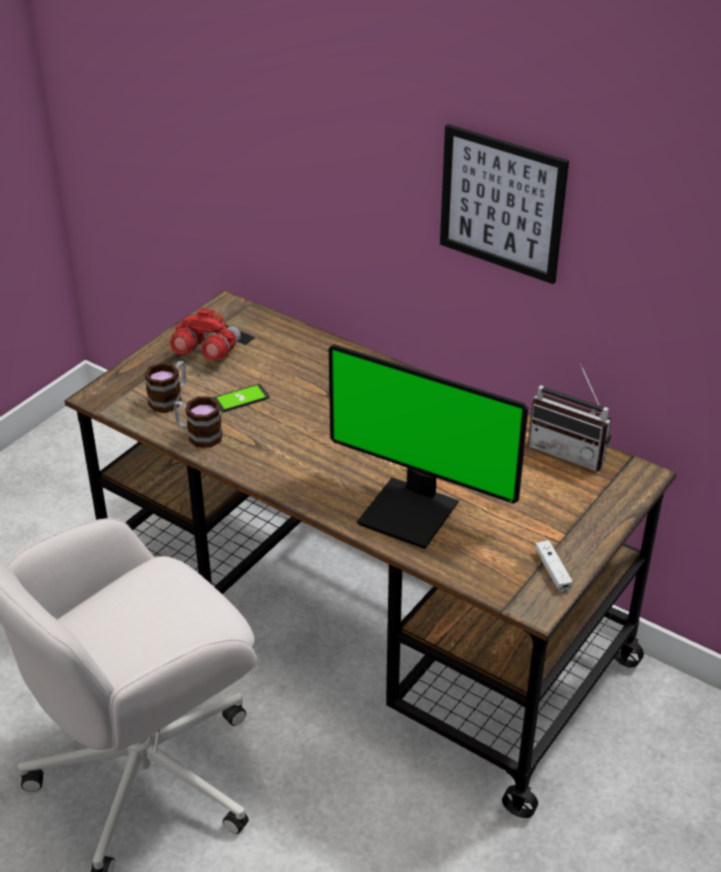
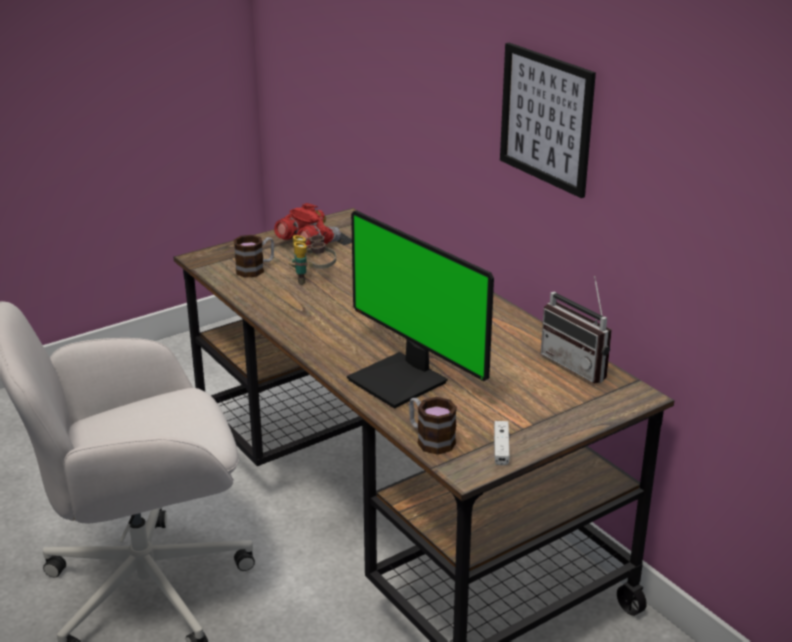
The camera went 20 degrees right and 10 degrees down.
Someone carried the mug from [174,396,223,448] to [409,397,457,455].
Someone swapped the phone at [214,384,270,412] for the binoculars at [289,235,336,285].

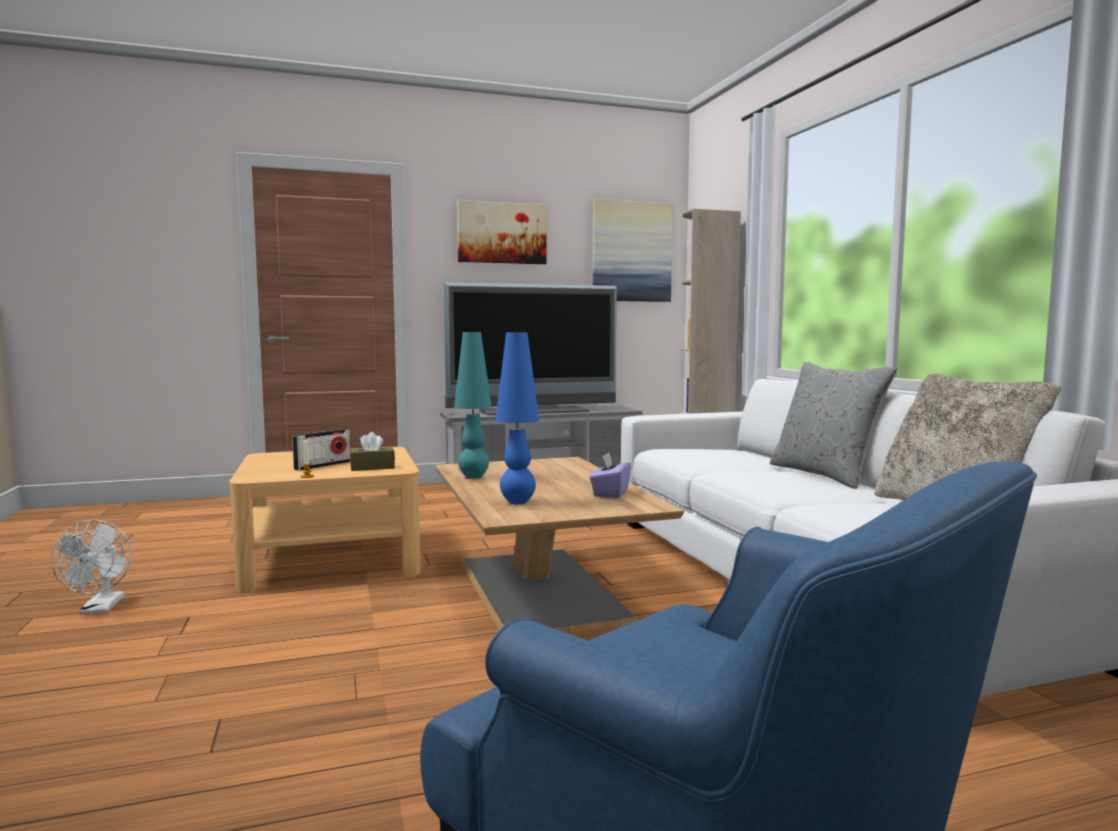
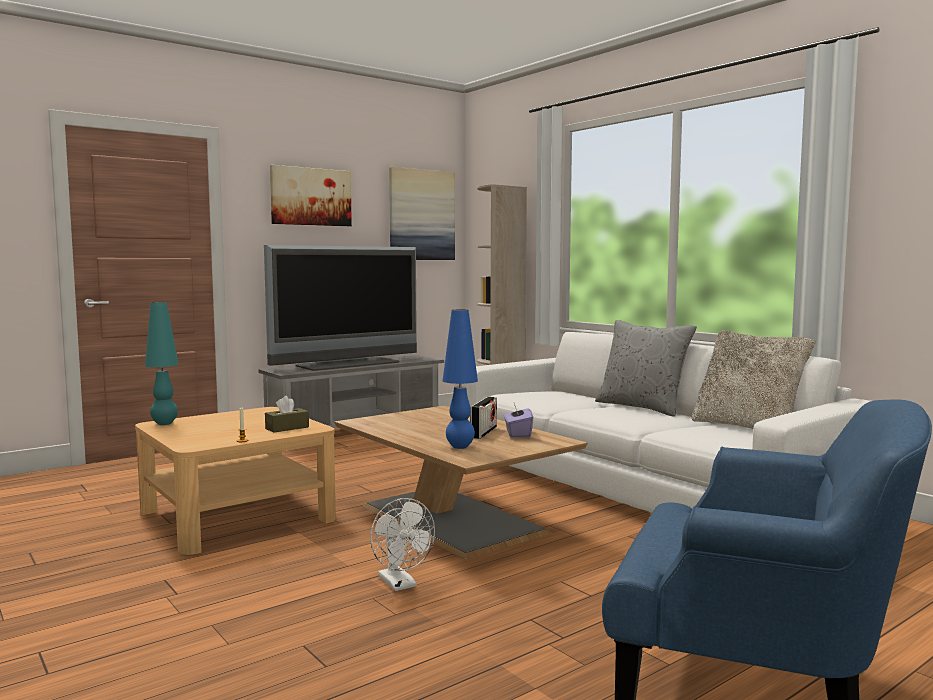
The camera went 20 degrees left and 0 degrees up.
Someone carried the fan (white) from [51,520,132,614] to [370,498,435,591].
Someone carried the radio from [292,429,350,471] to [470,397,497,439].
Someone carried the table lamp (turquoise) from [454,332,492,479] to [145,302,179,425].

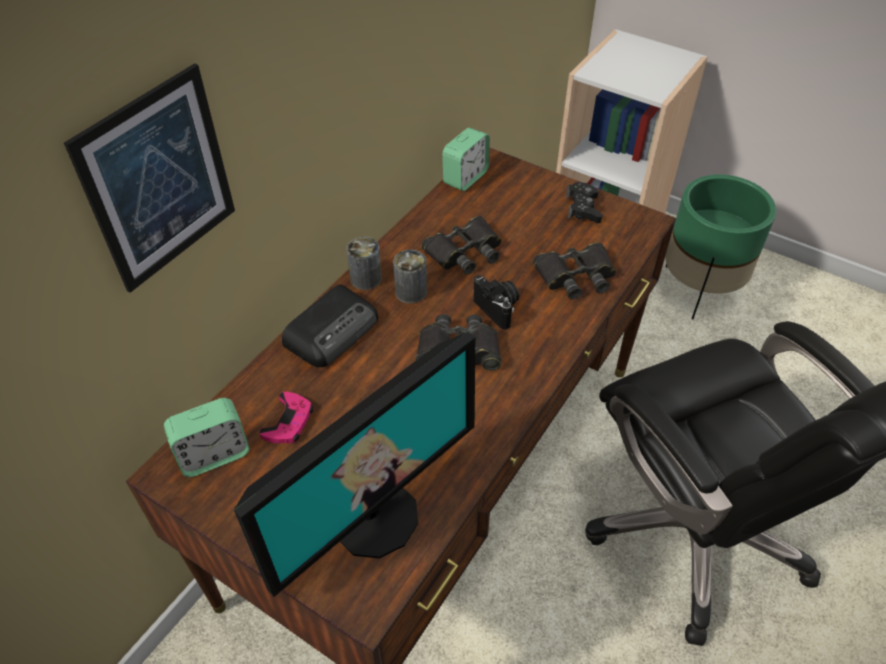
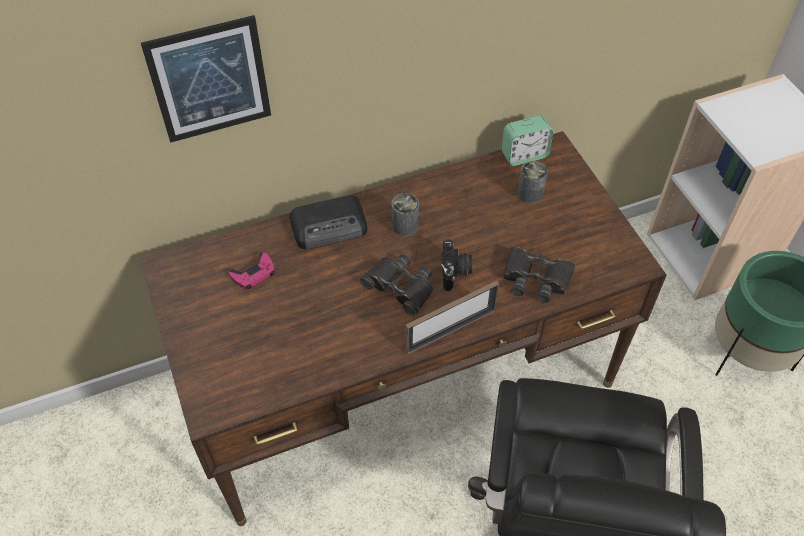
The camera went 35 degrees right and 5 degrees up.
Someone took away the alarm clock at [164,398,250,477].
Someone took away the monitor at [234,332,475,597].
Someone took away the binoculars (black) at [421,216,502,275].
Someone took away the game controller (black) at [566,182,602,223].
Someone put down the picture frame at [405,281,499,354].
Someone carried the can from [347,237,382,290] to [517,161,548,204].

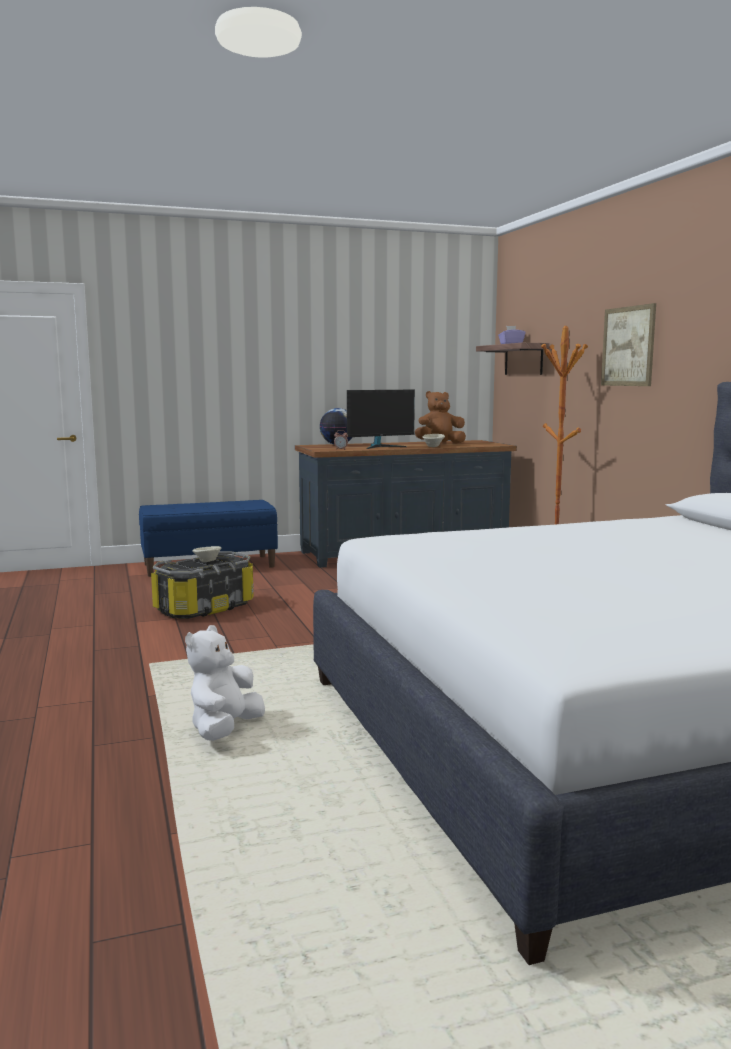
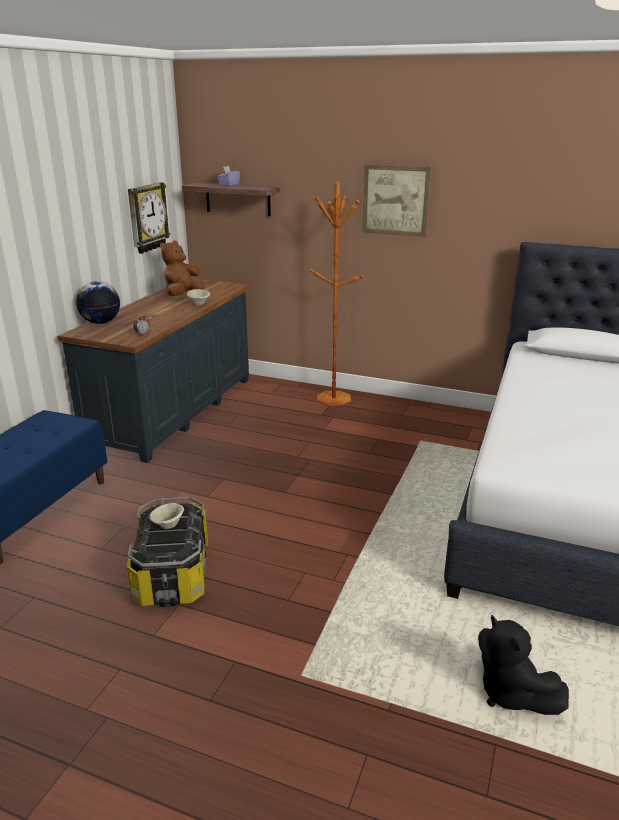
The camera went 50 degrees left and 15 degrees up.
Someone took away the monitor at [347,390,415,449].
Someone put up the wall clock at [128,182,170,254].
Someone repainted the plush toy (white) at [185,625,265,741], which became the plush toy (black) at [478,615,569,715].

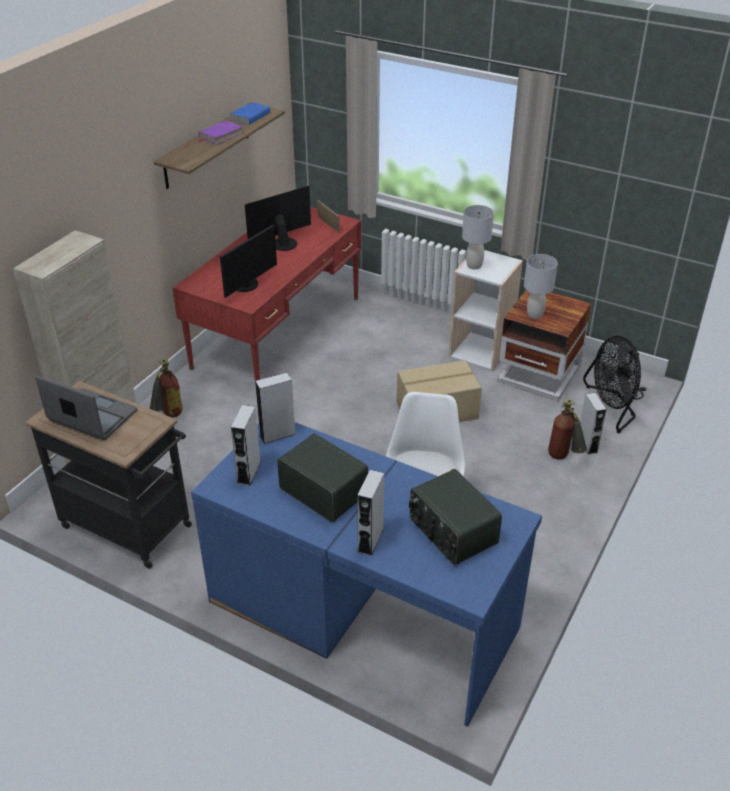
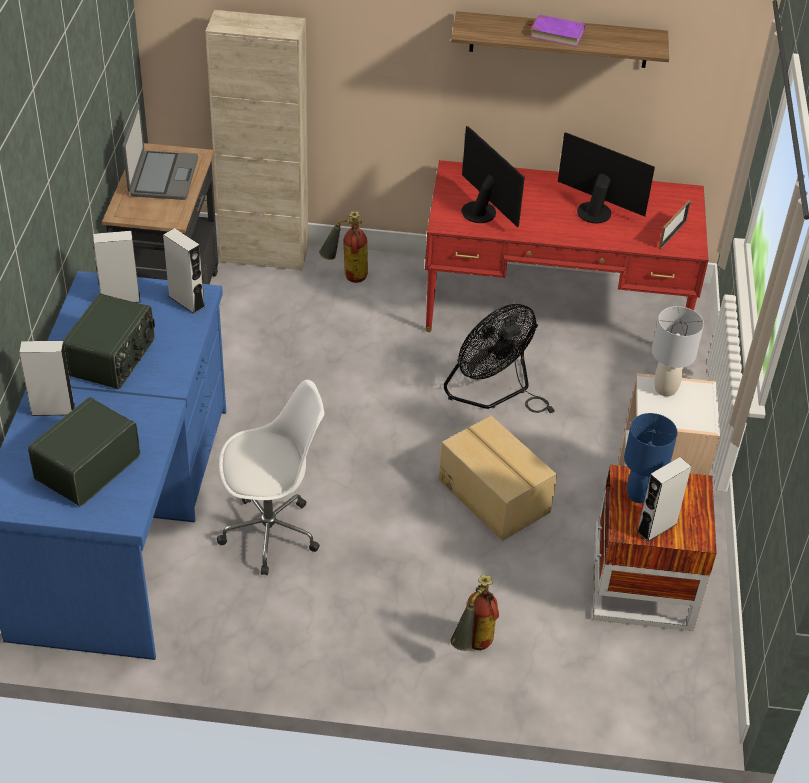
The camera went 65 degrees right and 5 degrees up.
Someone took away the book (blue) at [230,102,270,125].
Someone carried the speaker (grey) from [580,393,606,455] to [636,457,691,542].
Someone carried the fan (black) from [583,336,647,434] to [444,304,554,413].
Someone repainted the table lamp (grey) at [524,254,558,319], which became the table lamp (blue) at [624,413,678,503].
Someone rotated the monitor at [220,224,277,298] by 135 degrees counterclockwise.

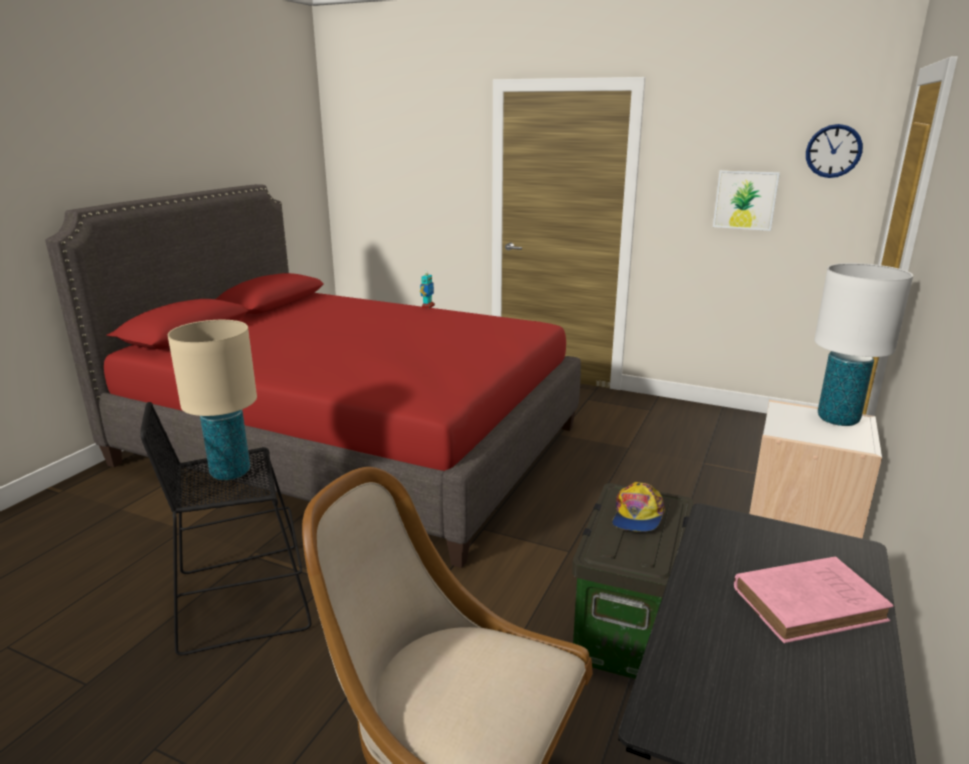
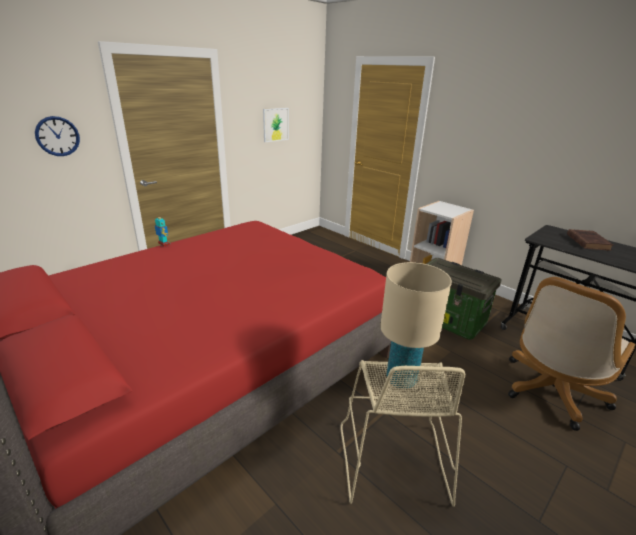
The camera went 70 degrees left and 5 degrees up.
Someone took away the cap at [612,482,665,532].
Someone took away the table lamp (white) at [814,263,913,426].
Someone carried the wall clock from [806,124,863,178] to [35,116,80,156].
Someone repainted the stool (black) at [140,402,311,655], which became the stool (beige) at [340,360,465,507].
Someone repainted the book (pink) at [734,557,894,643], which became the book (brown) at [567,229,613,251].

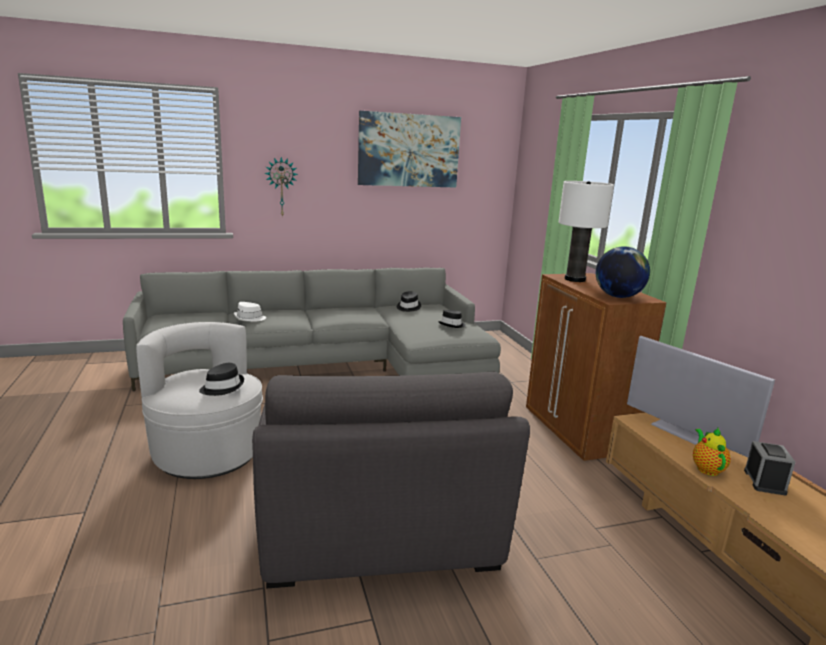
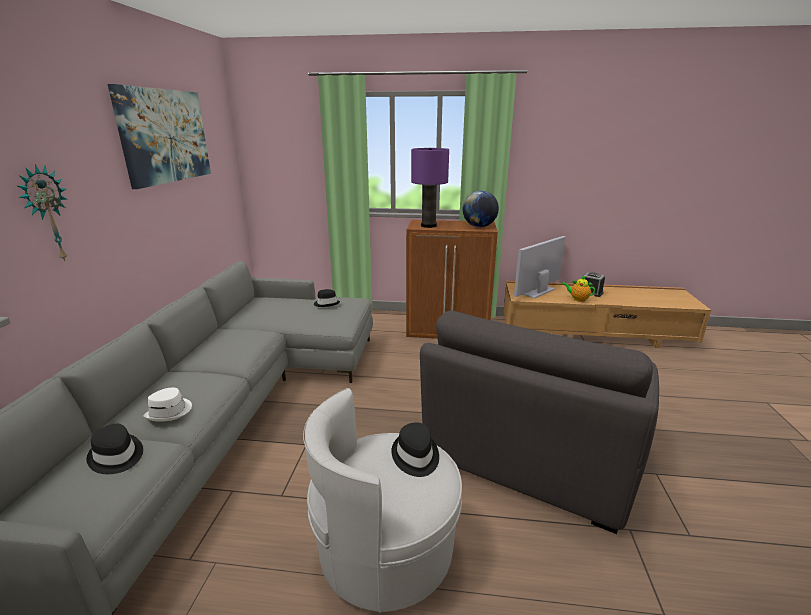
The camera went 65 degrees left and 5 degrees up.
Someone carried the hat (black) from [397,292,421,312] to [87,424,143,474].
Someone repainted the table lamp (white) at [559,181,614,282], which became the table lamp (purple) at [411,148,449,228].
Someone rotated the armchair (grey) at [252,372,530,589] by 105 degrees clockwise.
Someone rotated the television at [627,336,775,457] by 150 degrees clockwise.

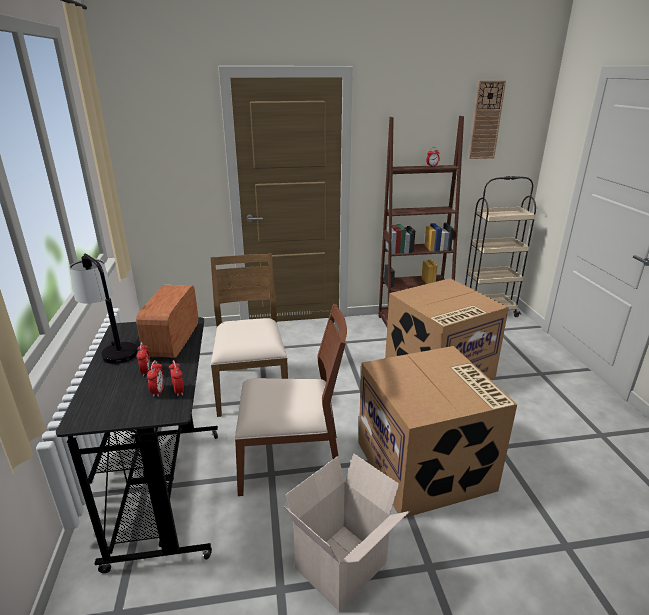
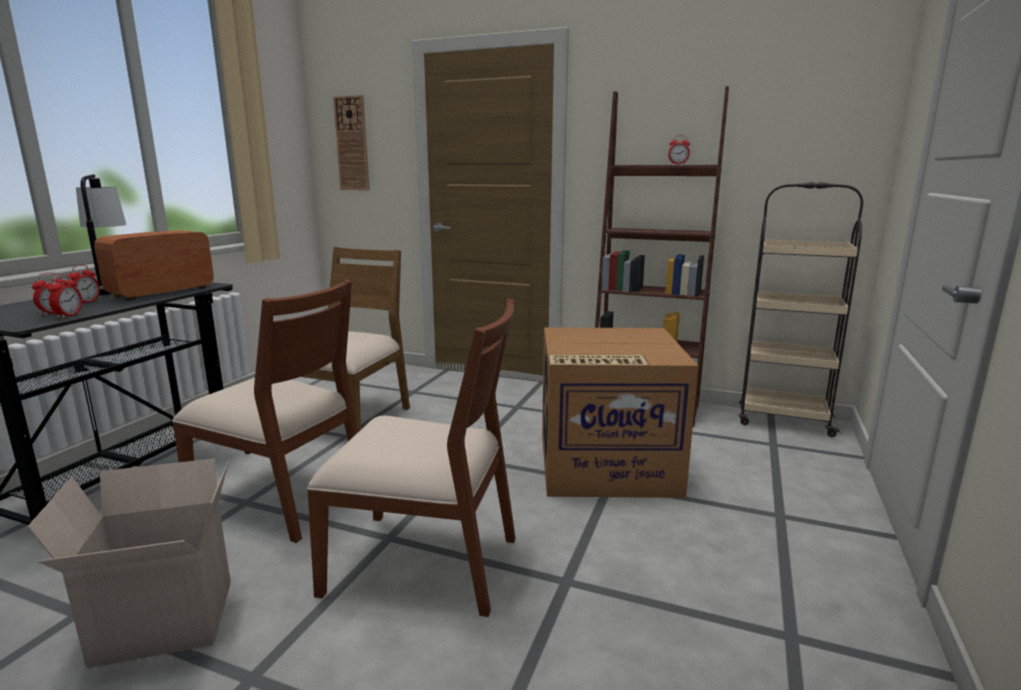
The camera went 30 degrees right and 10 degrees down.
Someone carried the wall clock from [469,81,506,159] to [333,95,369,190].
Someone swapped the cardboard box at [358,346,517,518] for the chair (brown) at [307,298,516,617].

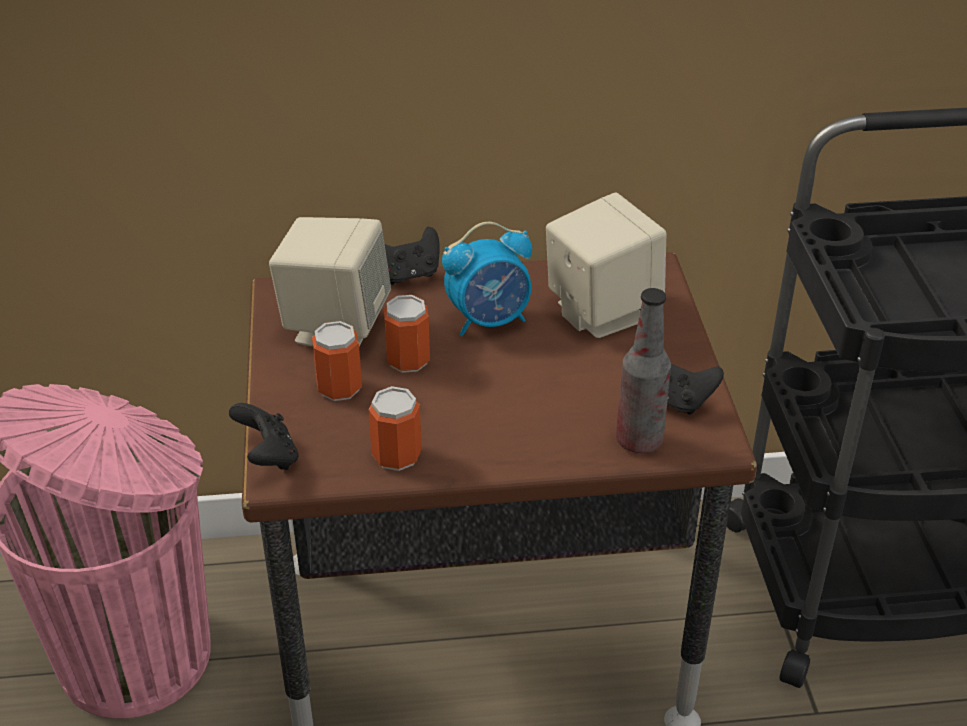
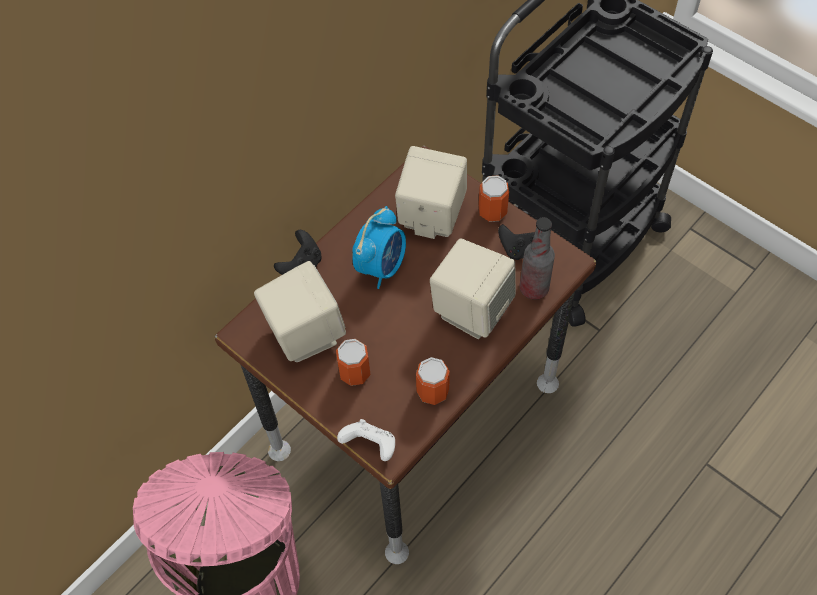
The camera went 40 degrees left and 20 degrees up.
Someone put down the speaker (beige) at [430,238,516,339].
Someone carried the can from [384,295,430,373] to [479,175,509,222].
Someone repainted the game controller (black) at [229,403,299,470], which became the game controller (white) at [337,419,395,461].

